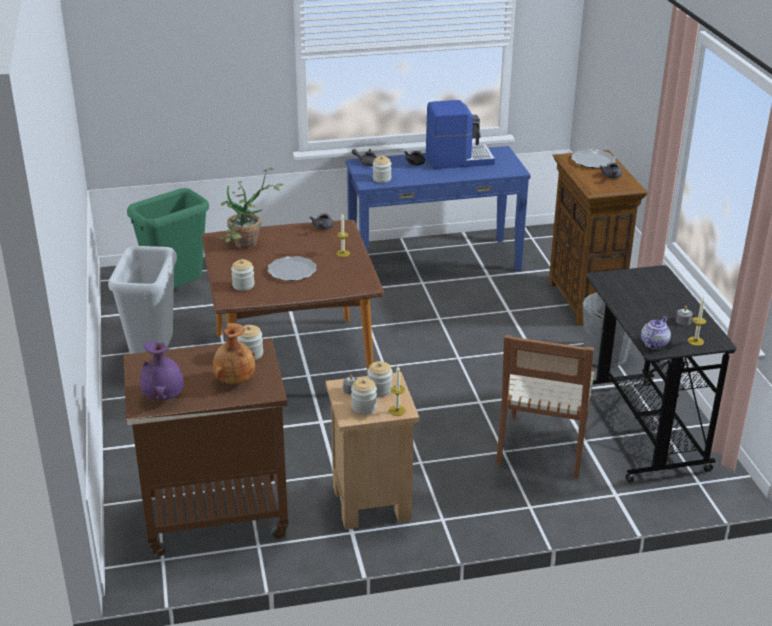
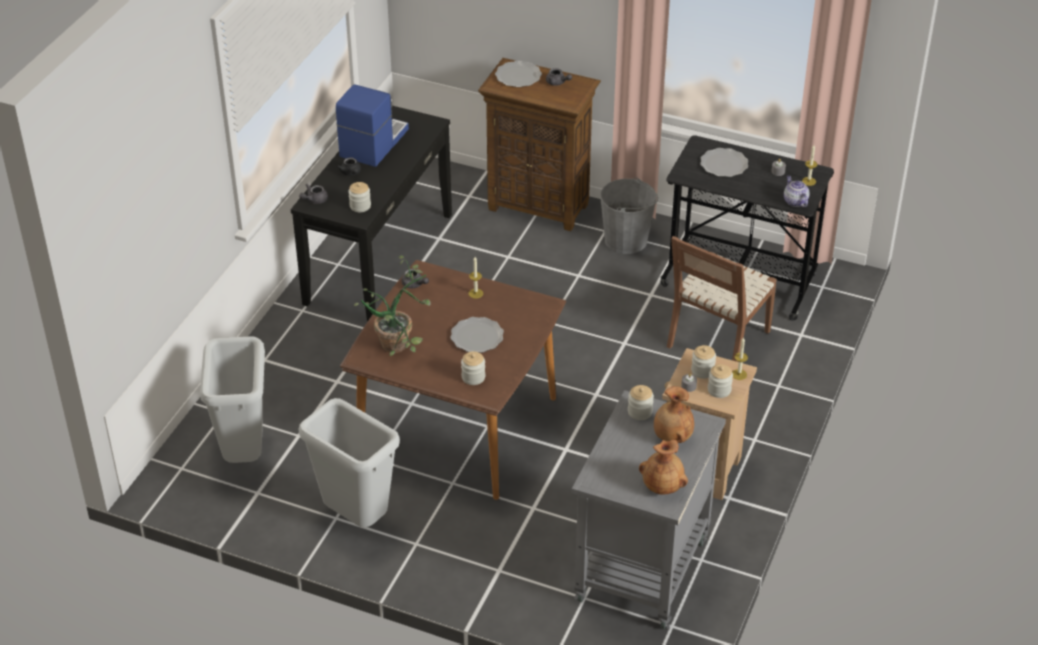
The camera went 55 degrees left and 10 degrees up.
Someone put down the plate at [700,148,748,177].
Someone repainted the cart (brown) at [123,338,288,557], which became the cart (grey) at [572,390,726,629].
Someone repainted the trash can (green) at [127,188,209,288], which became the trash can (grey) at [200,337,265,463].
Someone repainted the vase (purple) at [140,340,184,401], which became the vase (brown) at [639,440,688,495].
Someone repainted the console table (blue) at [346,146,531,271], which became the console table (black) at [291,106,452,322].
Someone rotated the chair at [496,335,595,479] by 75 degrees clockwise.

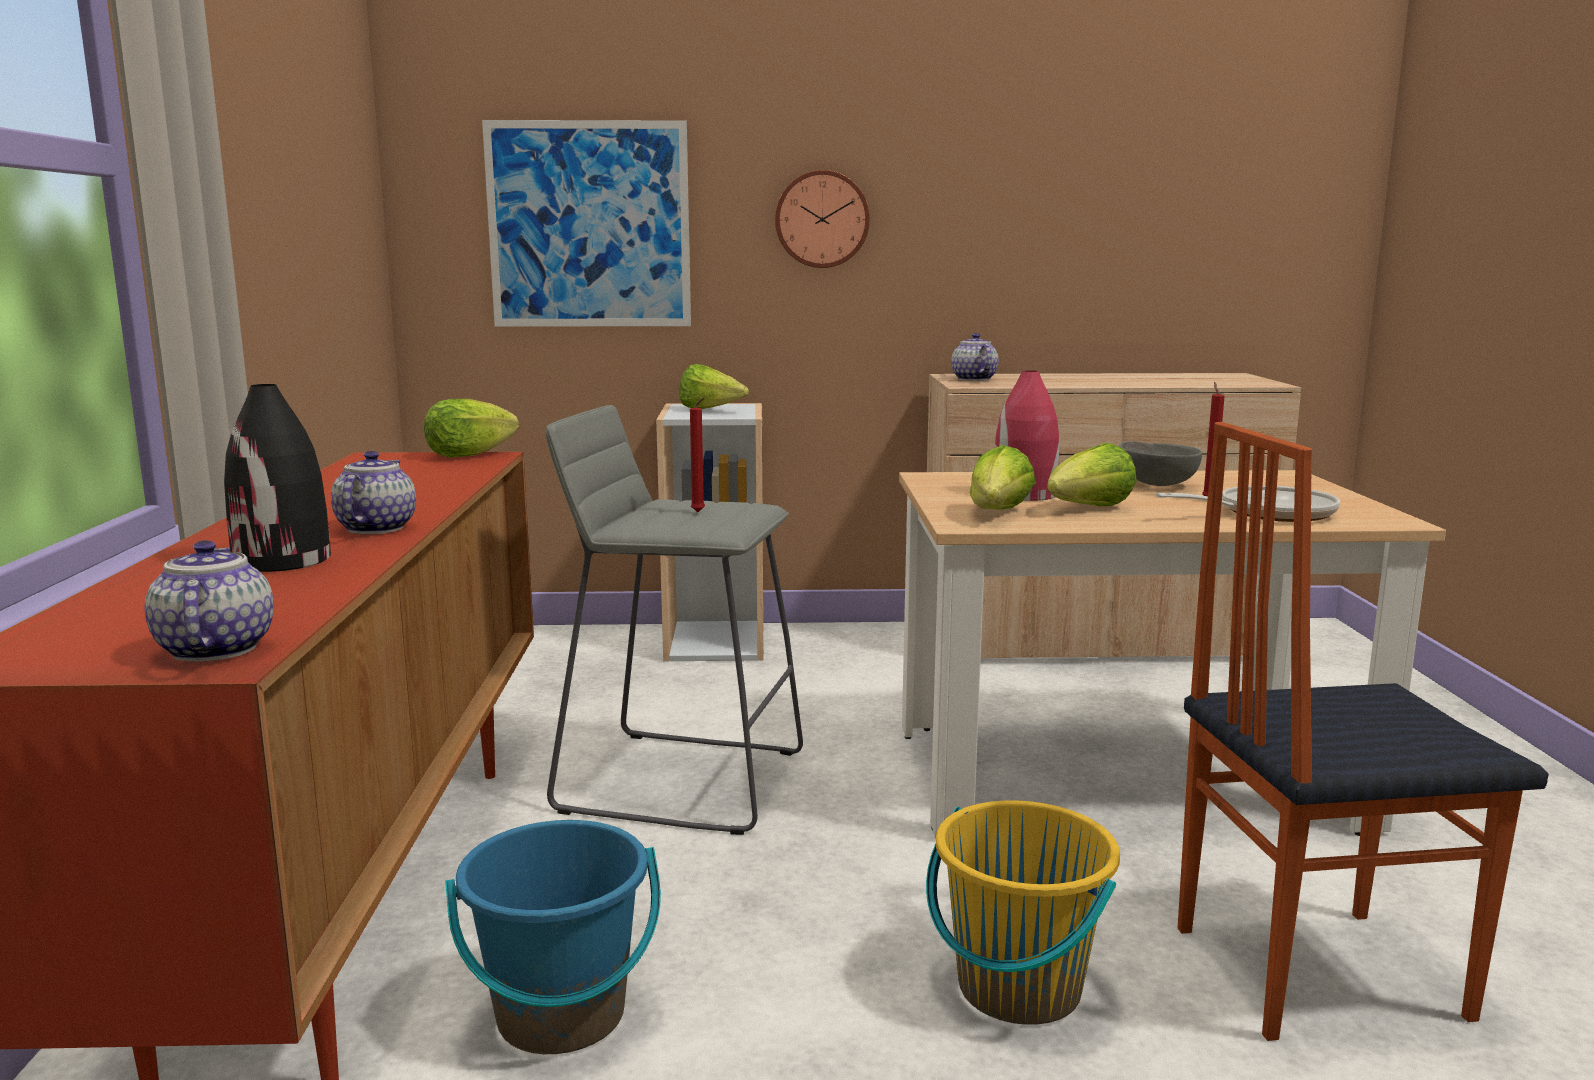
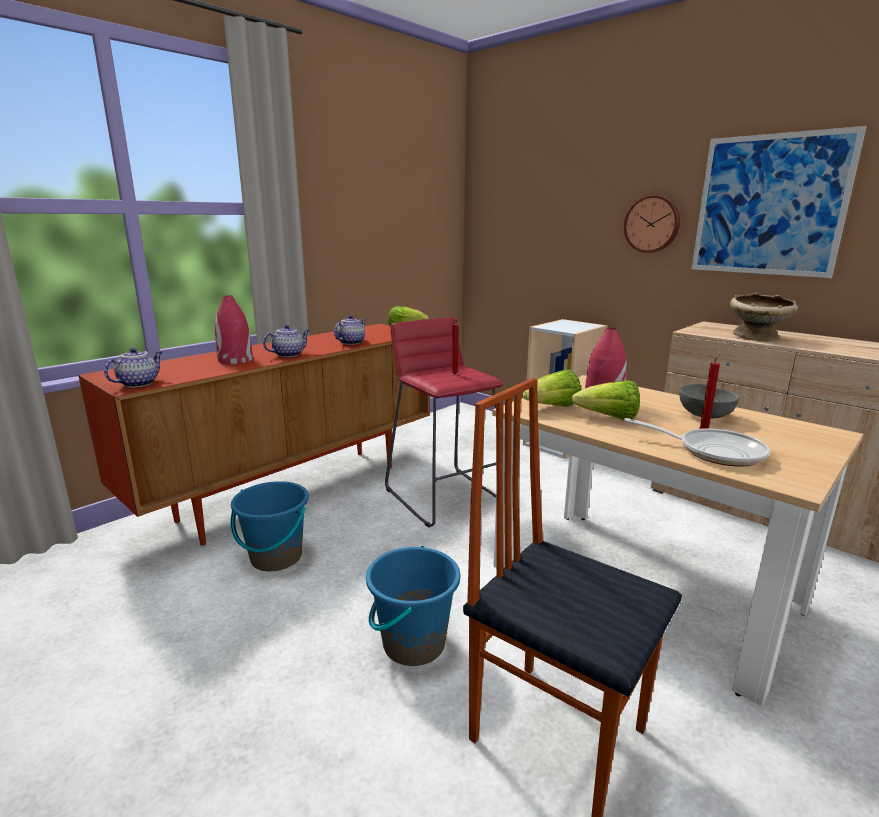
The camera went 45 degrees right and 5 degrees up.
Someone took away the lettuce at [679,364,749,409].
Someone put down the bowl (beige) at [730,293,798,341].
Someone carried the picture from [482,120,691,327] to [692,126,866,278].
Someone carried the teapot from [951,333,999,381] to [334,315,366,345].
Someone repainted the vase (black) at [224,384,331,572], which became the vase (red) at [215,295,253,364].
Someone repainted the stool (grey) at [545,405,803,835], which became the stool (red) at [385,317,504,527].
Someone repainted the bucket (yellow) at [926,801,1120,1025], which became the bucket (blue) at [366,546,460,666].

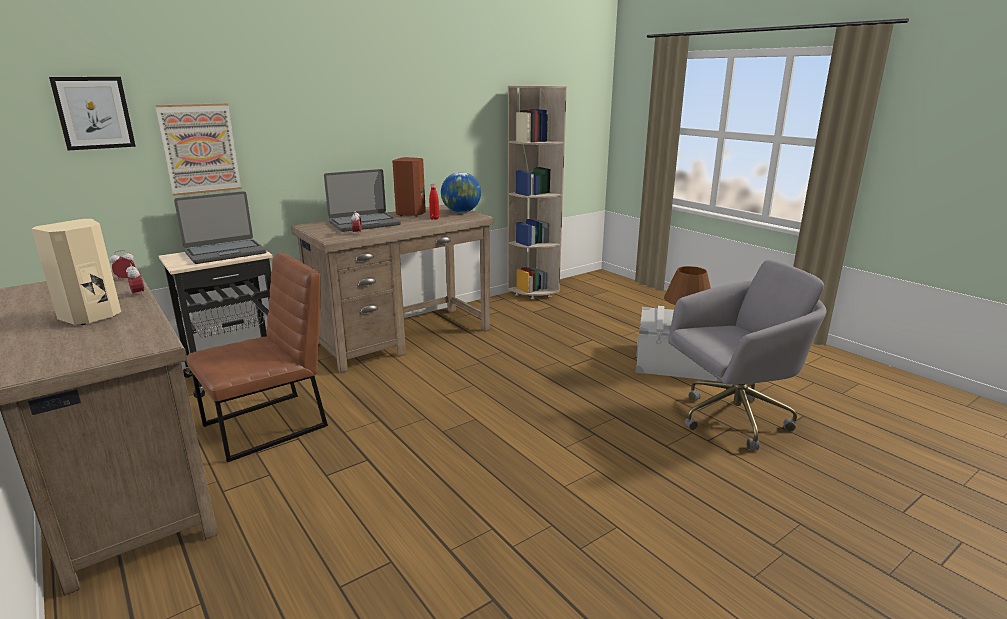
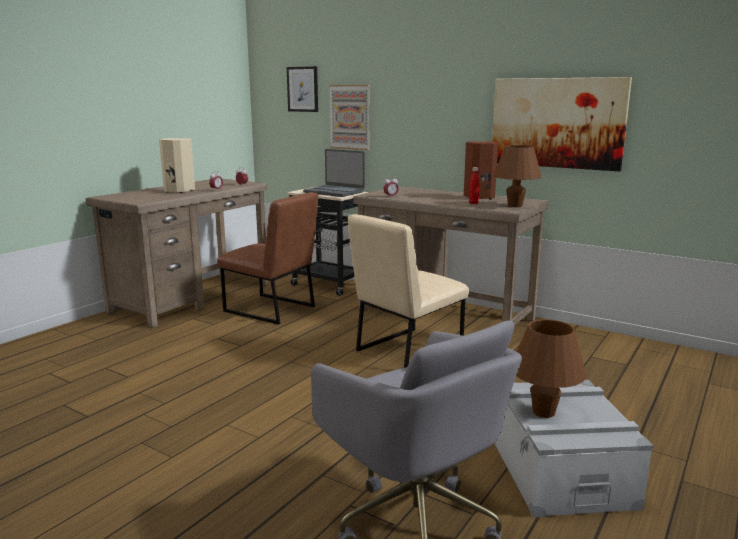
The camera went 70 degrees right and 5 degrees down.
Someone took away the laptop at [324,169,401,232].
Someone took away the bookcase (beige) at [508,85,567,299].
Someone put down the chair (beige) at [348,214,469,368].
Someone put up the picture at [492,77,632,171].
Someone swapped the globe at [441,172,481,213] for the table lamp (brown) at [493,145,541,207].

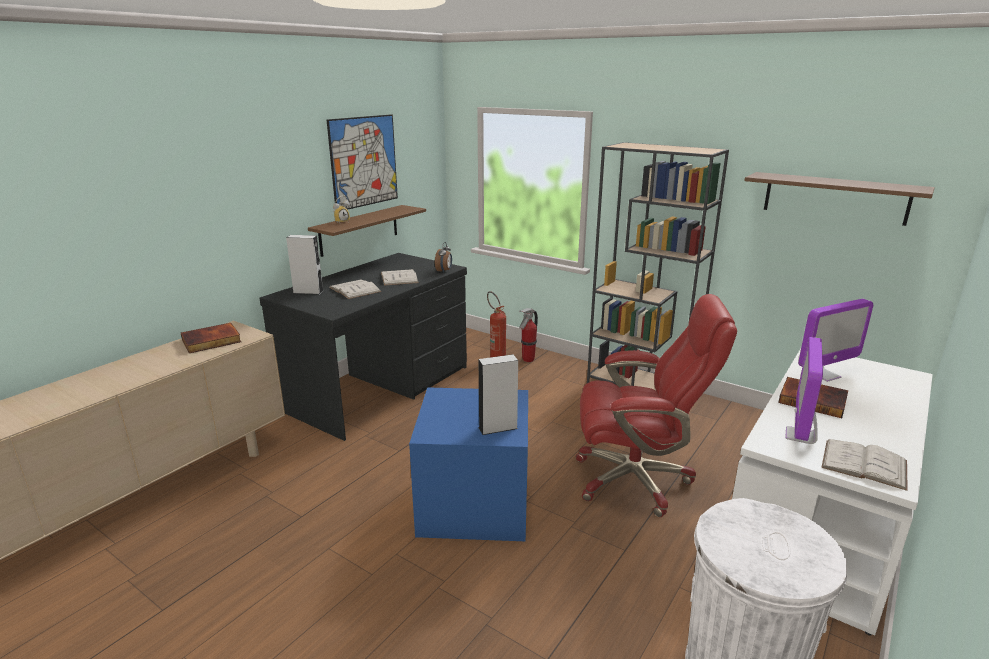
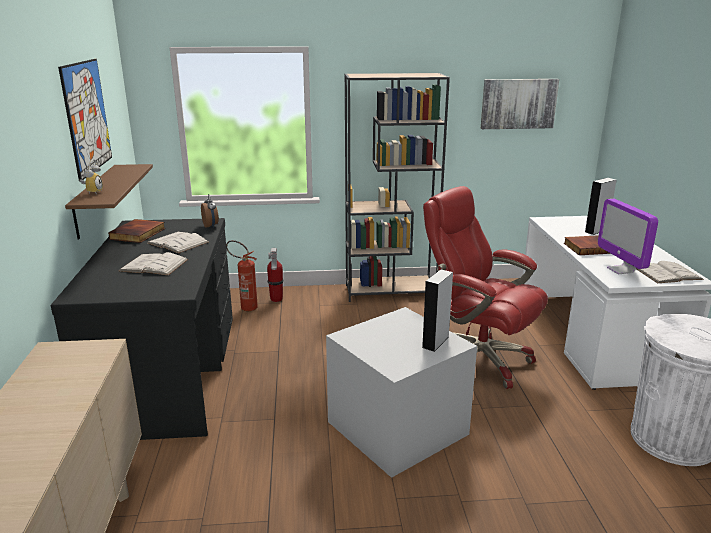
The camera went 40 degrees left and 0 degrees up.
Someone took away the monitor at [798,299,873,382].
Someone carried the book from [181,323,241,353] to [108,219,165,243].
Someone carried the speaker (grey) from [286,235,323,294] to [585,178,616,235].
Someone swapped the shelf (brown) at [744,172,935,226] for the picture at [481,79,559,129].
Someone repainted the storage box (blue) at [409,387,528,542], which became the storage box (grey) at [326,307,477,478].
Someone rotated the office chair (red) at [576,294,737,517] by 105 degrees counterclockwise.

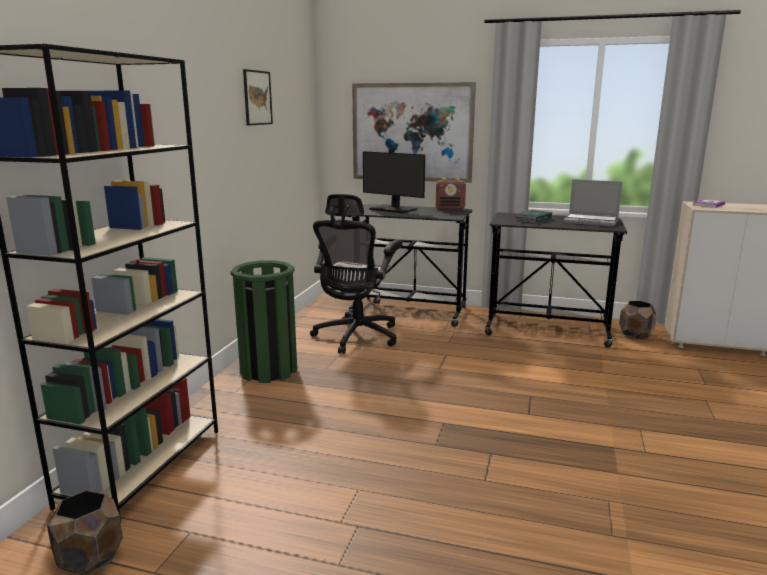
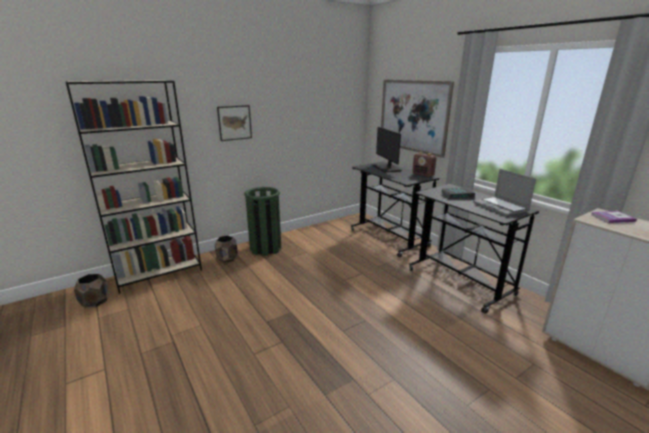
The camera went 40 degrees right and 5 degrees up.
Someone took away the office chair at [310,194,403,354].
Someone carried the picture from [243,69,273,126] to [217,105,252,141].
Someone carried the planter (brown) from [619,301,657,339] to [215,235,238,263].

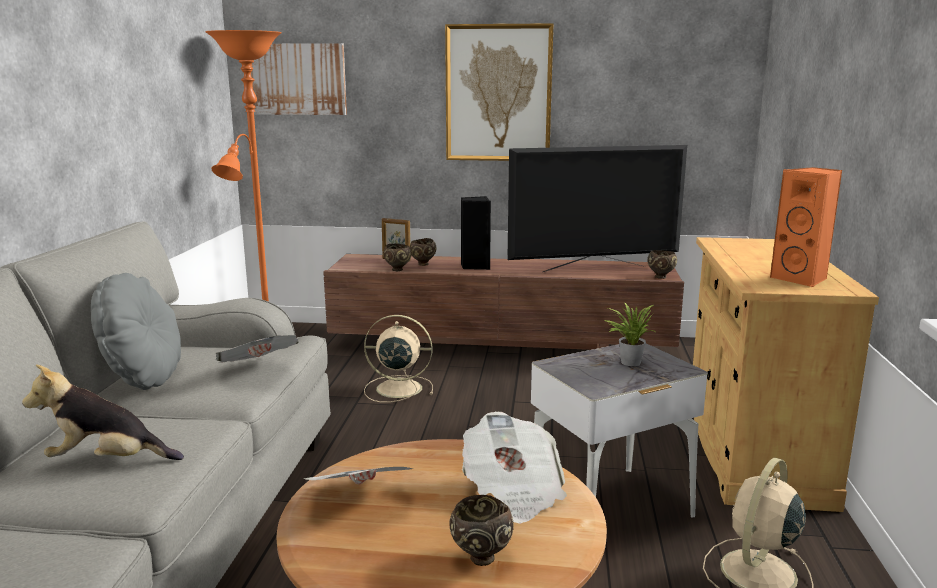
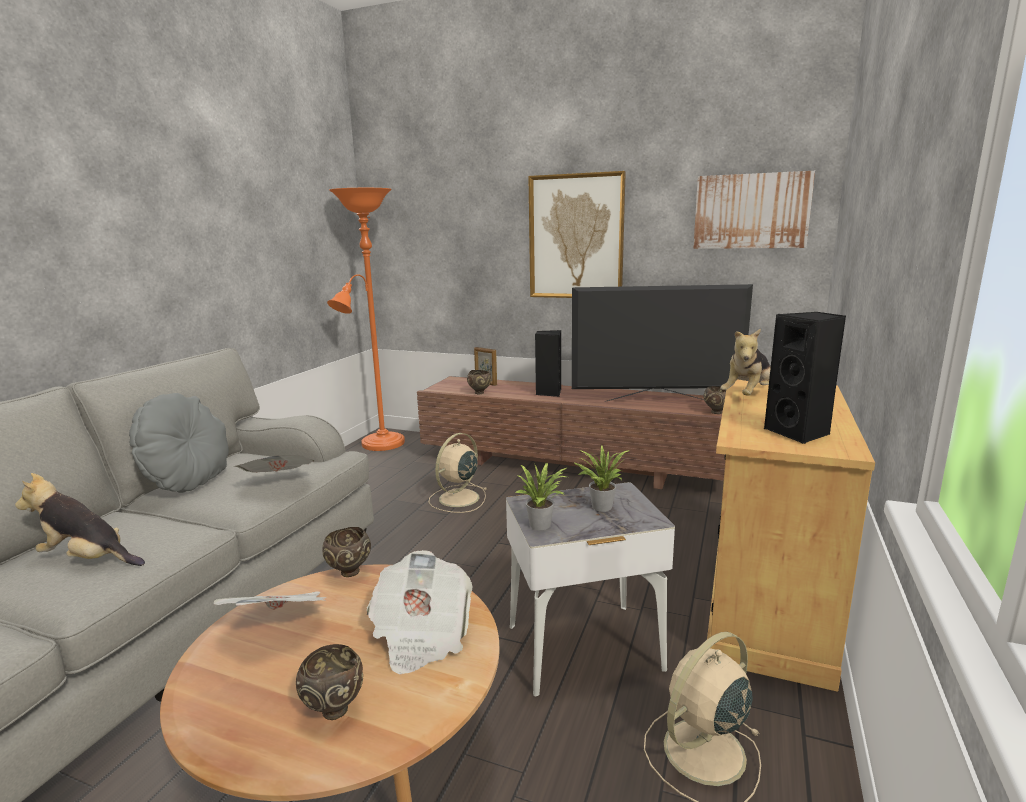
The camera went 15 degrees right and 0 degrees up.
Someone put down the potted plant at [515,463,568,530].
Someone put down the plush toy at [720,329,771,396].
Someone carried the picture from [251,43,347,115] to [693,171,815,249].
Someone carried the bowl (brown) from [410,238,437,266] to [322,527,371,577].
Someone repainted the speaker (orange) at [770,167,842,287], which became the speaker (black) at [764,312,846,444].
Someone rotated the fan (beige) at [364,315,433,403] by 75 degrees counterclockwise.

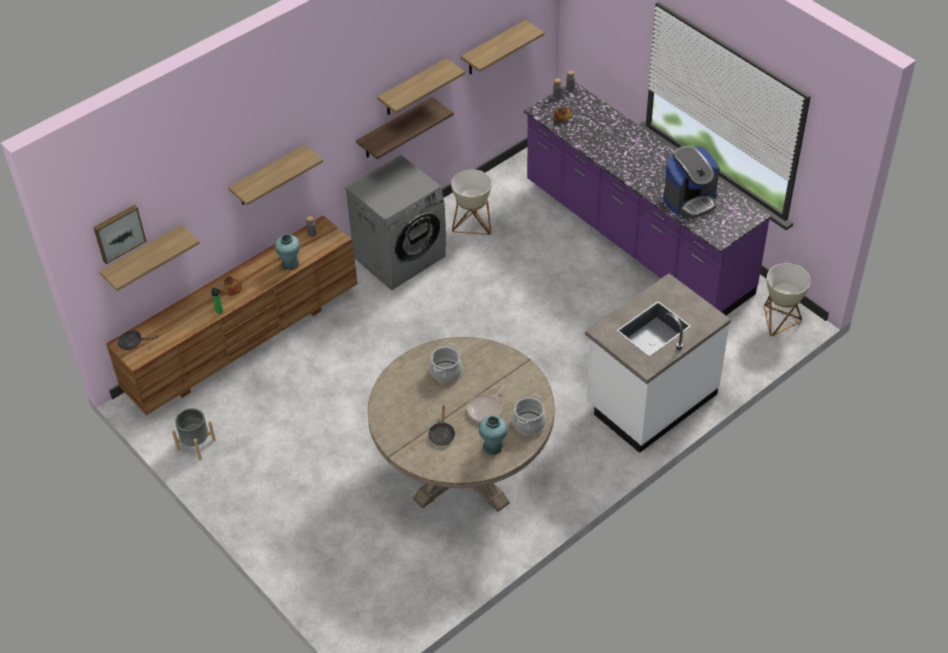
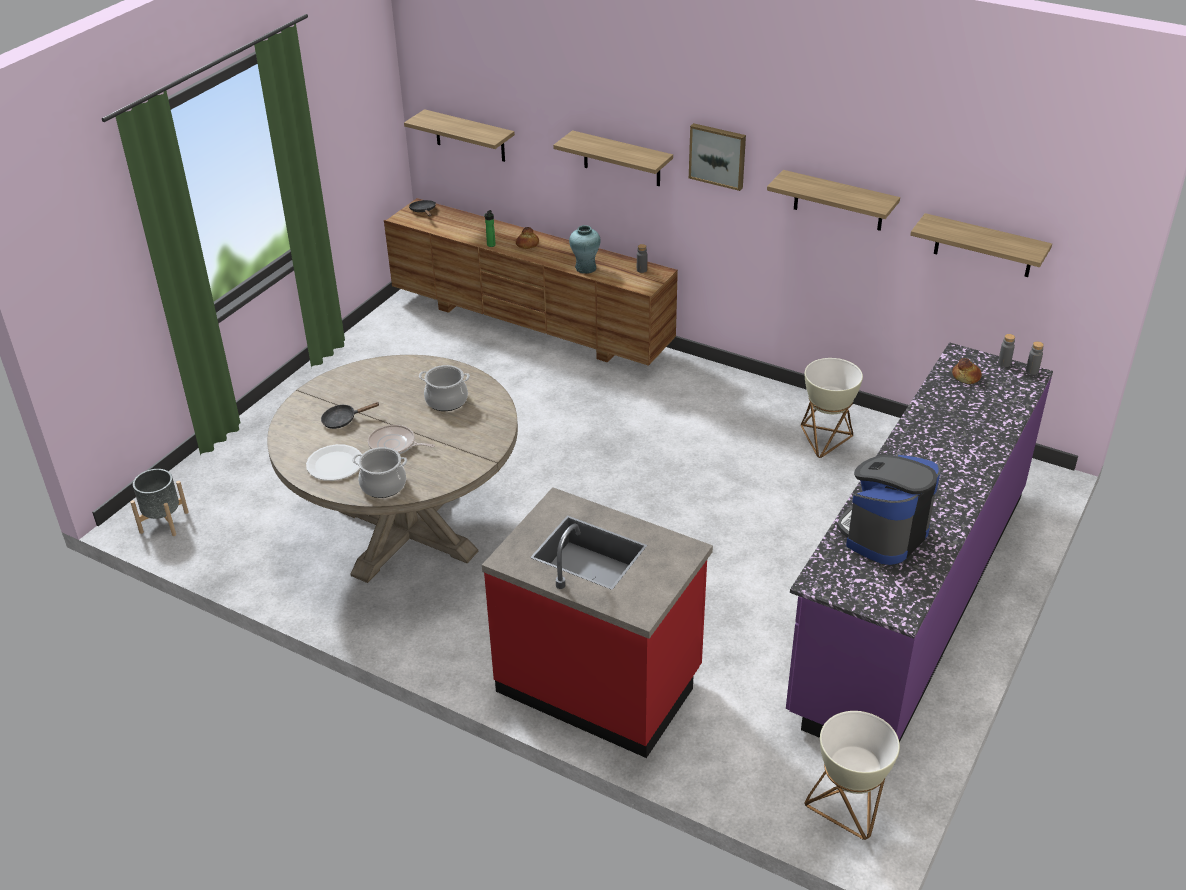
The camera went 70 degrees right and 10 degrees down.
Someone took away the washing machine (grey) at [345,154,446,290].
Someone took away the shelf at [356,97,454,159].
Someone carried the picture from [93,205,147,264] to [689,123,746,191].
Someone carried the planter (grey) from [172,408,216,460] to [130,469,189,536].
Someone swapped the vase (turquoise) at [479,415,508,455] for the plate (white) at [306,444,362,481].
Someone repainted the counter (white) at [585,273,731,453], which became the counter (red) at [482,487,713,758].
Someone rotated the coffee machine at [663,146,720,218] by 90 degrees clockwise.

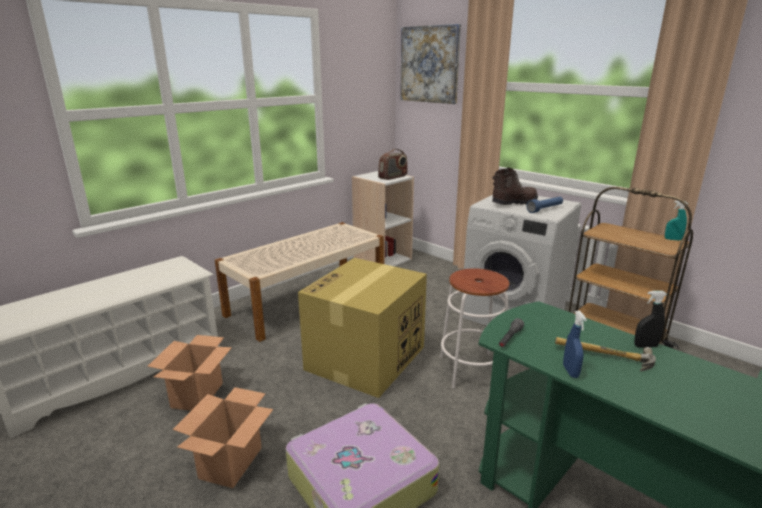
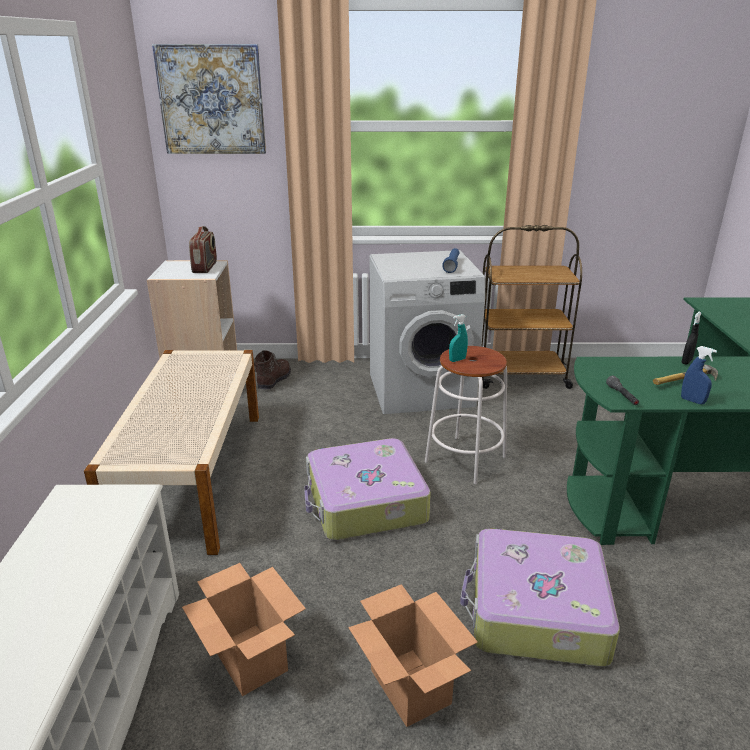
The camera went 45 degrees left and 5 degrees up.
Someone carried the boot (brown) from [492,167,538,205] to [254,350,291,390].
Someone carried the spray bottle (turquoise) from [665,201,688,240] to [449,314,468,362].
Someone swapped the cardboard box at [298,258,427,398] for the suitcase at [304,438,431,540].

